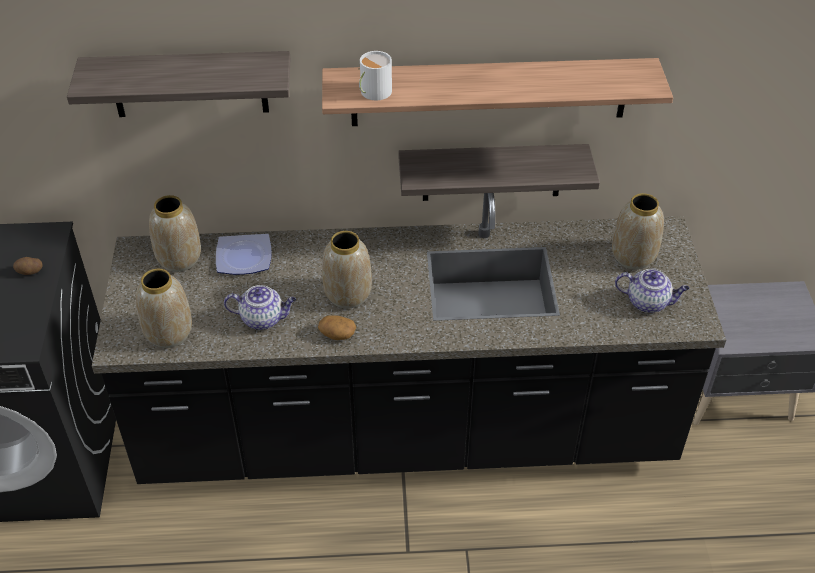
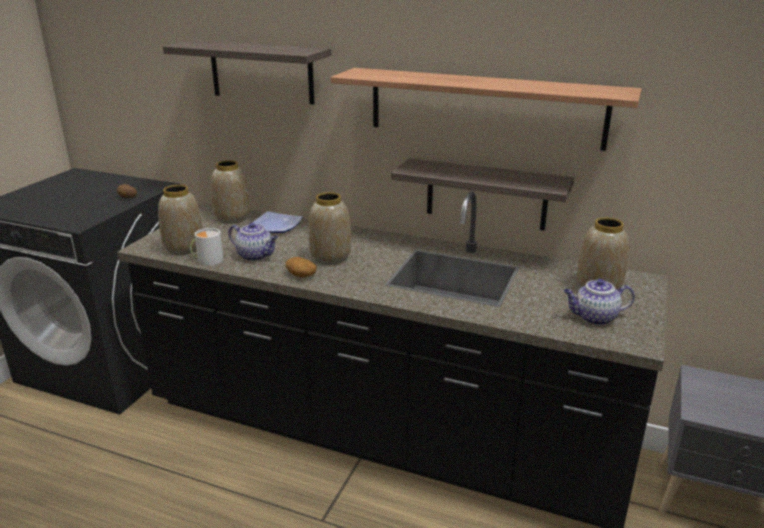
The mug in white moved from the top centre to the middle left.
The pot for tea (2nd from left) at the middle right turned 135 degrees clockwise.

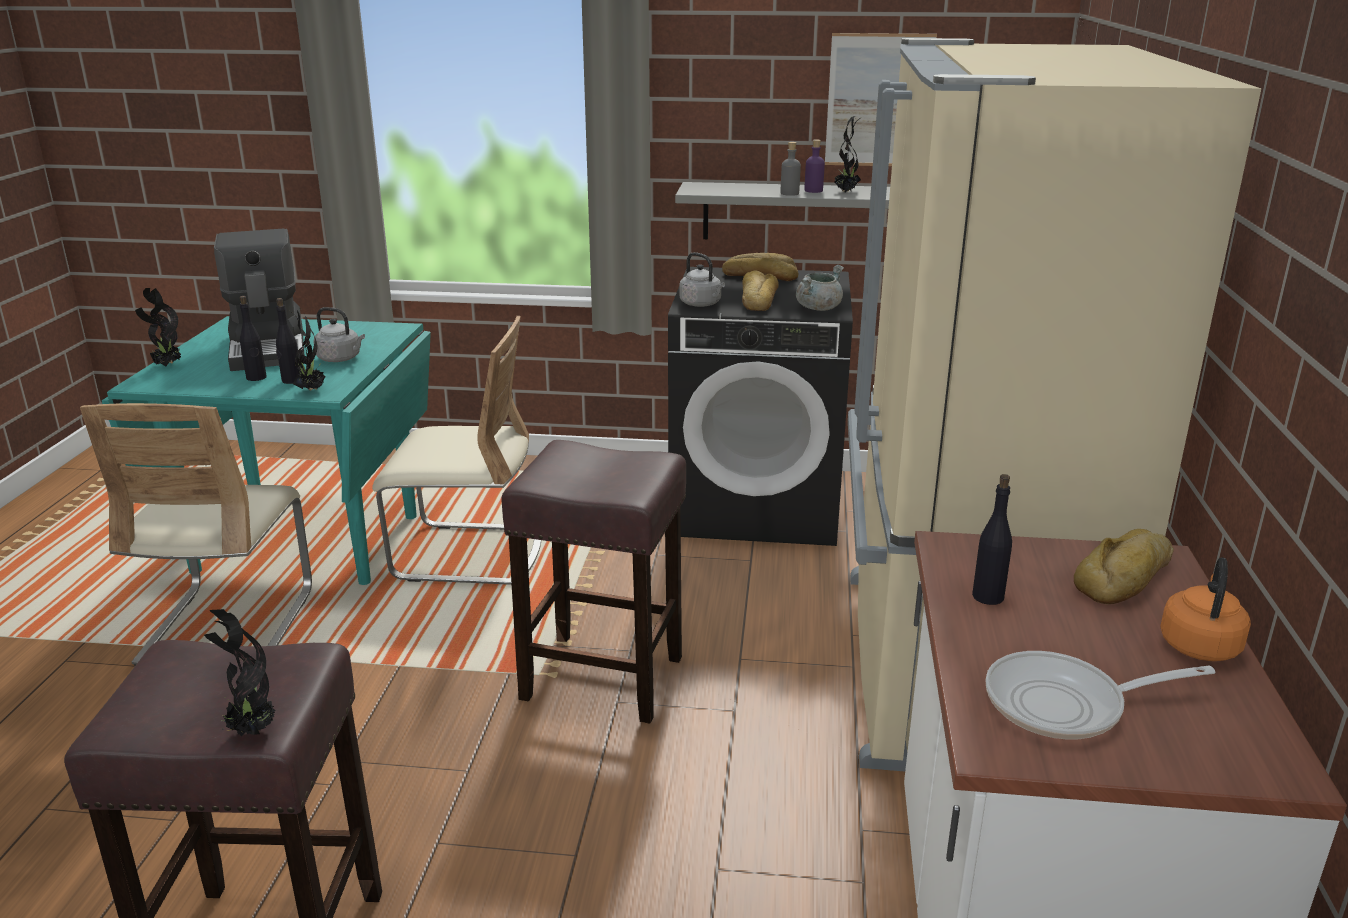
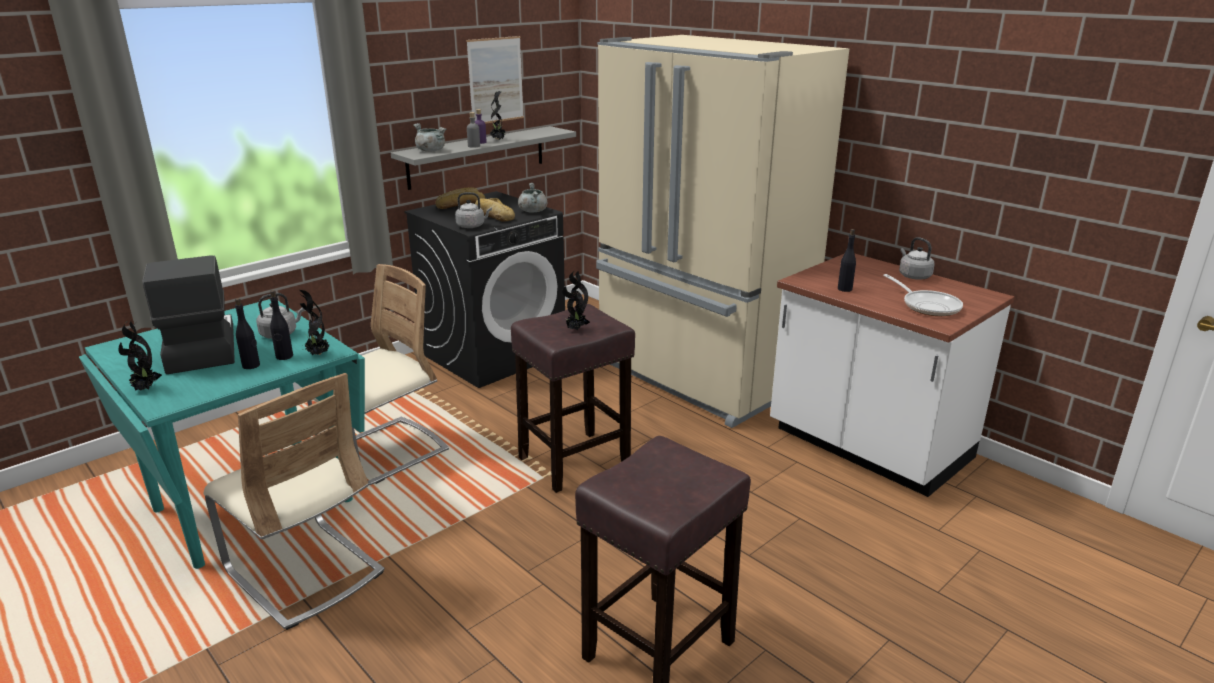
The coffee maker at the top left turned 135 degrees counterclockwise.
The bread (3rd from left) at the middle right disappeared.
The kettle in orange-coloured at the middle right became the kettle in grey (3rd from left) at the middle right.
The potted plant (2nd from left in the first image) moved from the bottom left to the centre.
The frying pan at the bottom right turned 60 degrees counterclockwise.
The stockpot in grey (1st from left) at the top centre appeared.

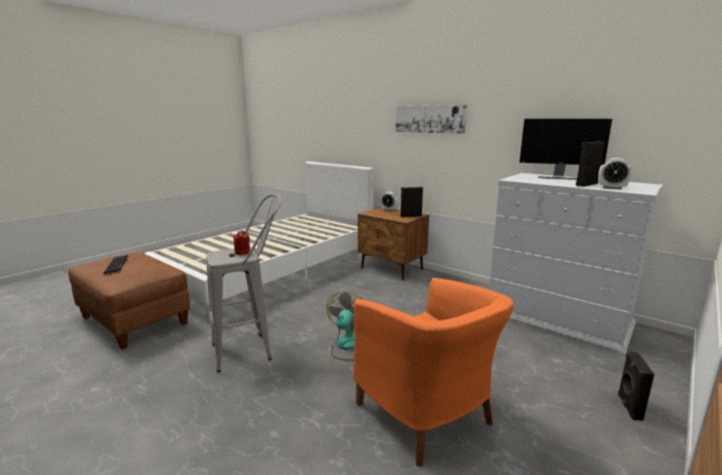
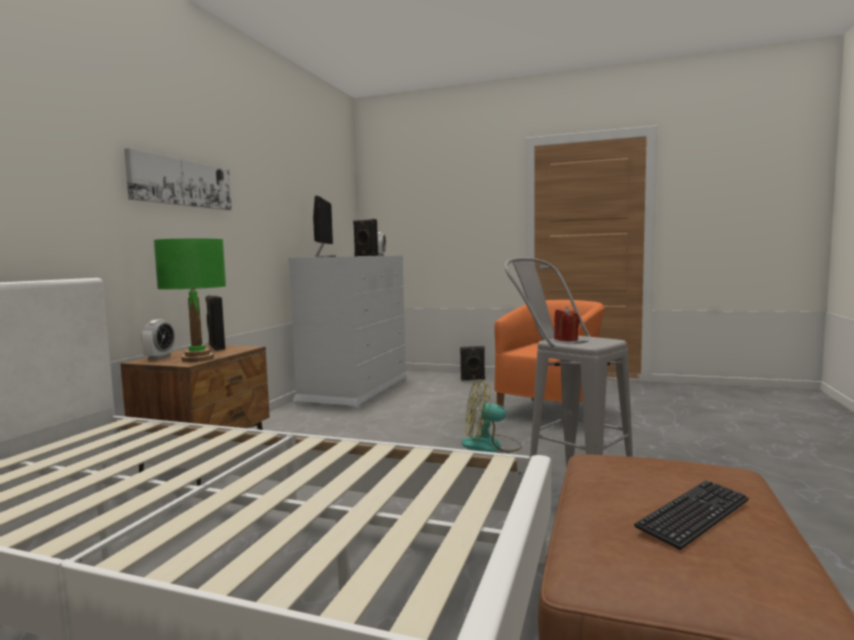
The tabletop lamp in green at the middle left appeared.

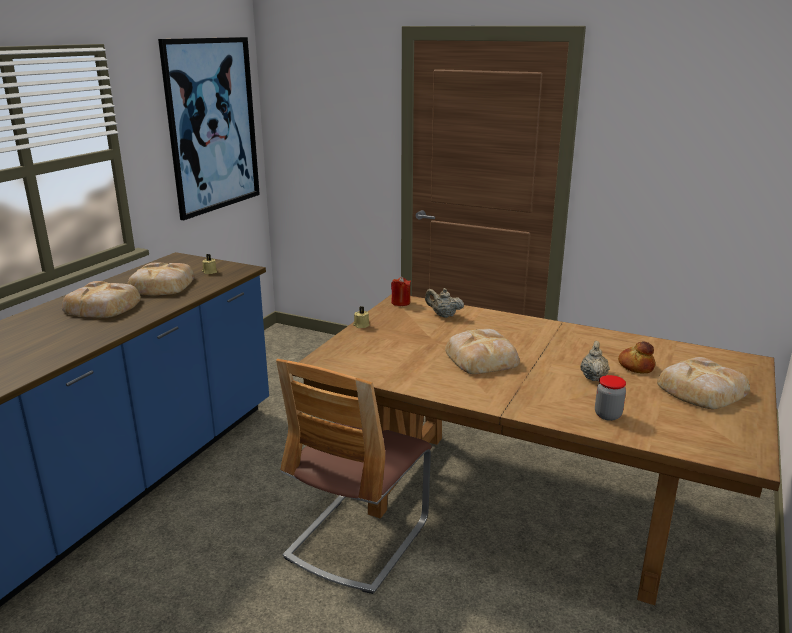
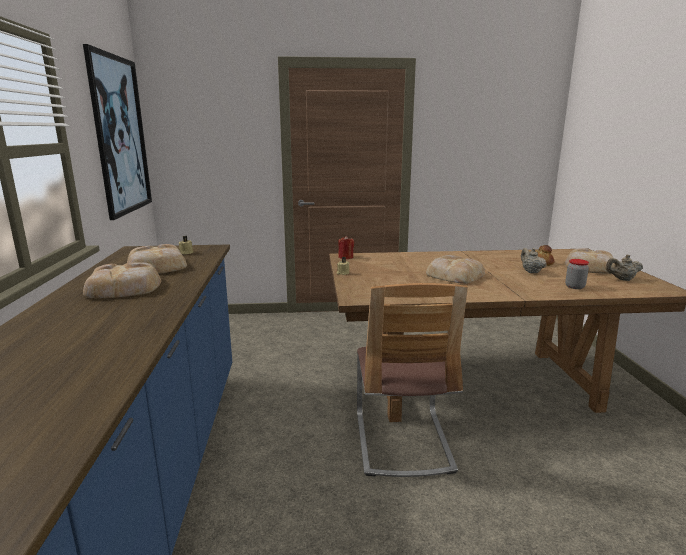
The pot for tea in sand-coloured (1st from left in the first image) moved from the centre to the middle right.

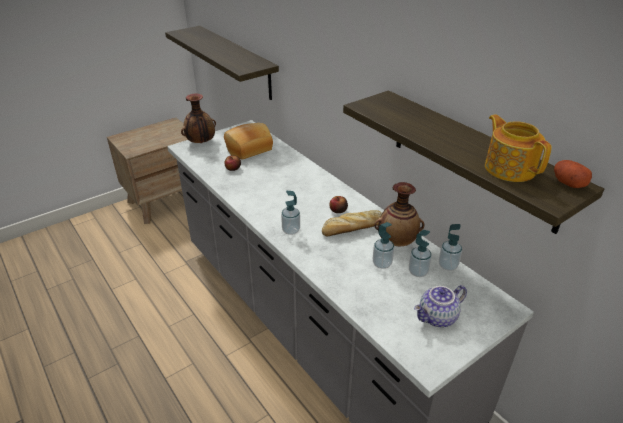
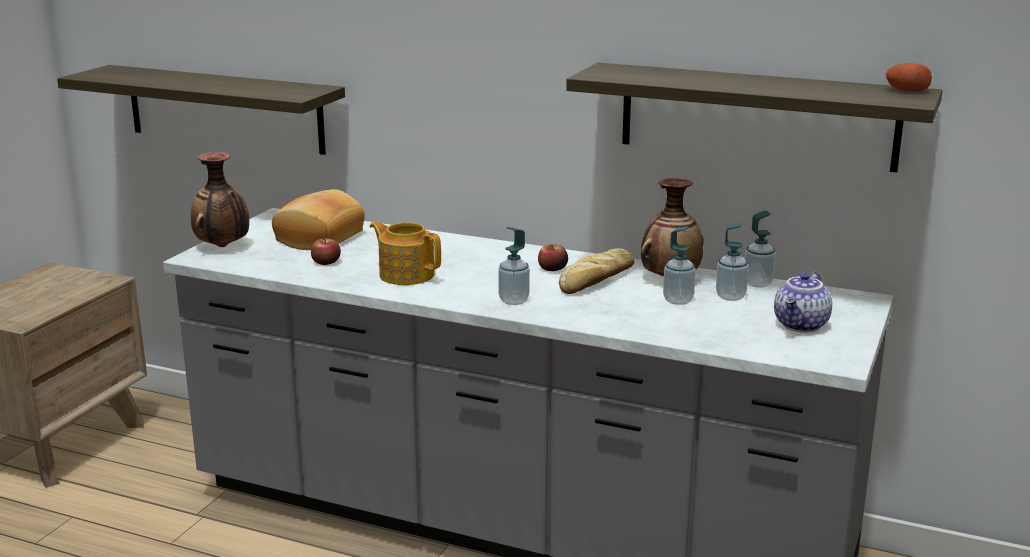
The pot for tea (2nd from left in the first image) moved from the middle right to the centre.

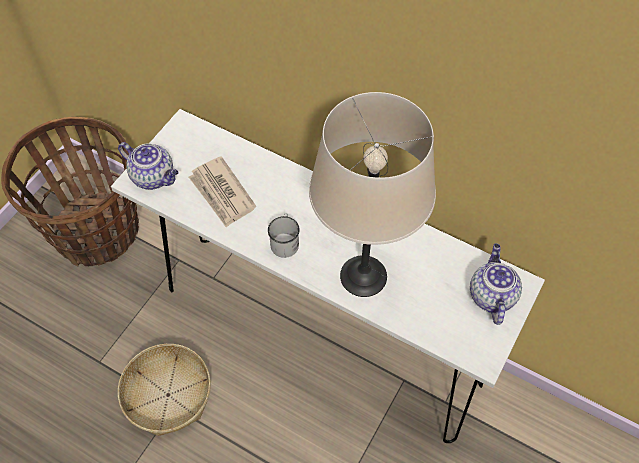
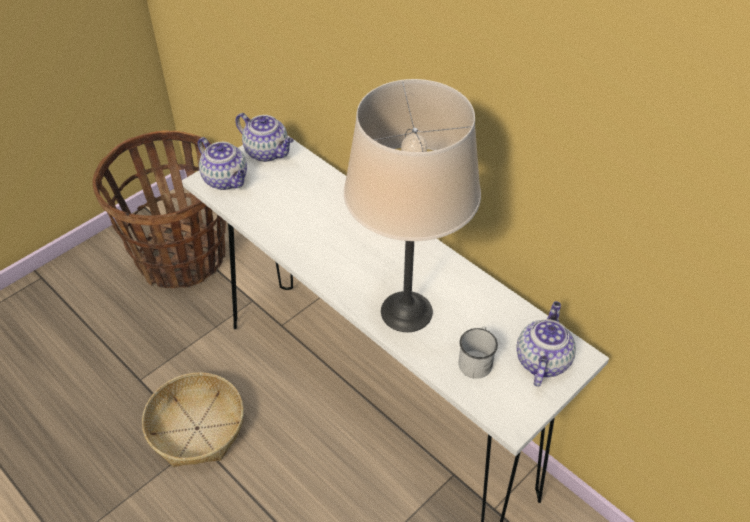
The daily paper at the centre disappeared.
The mug in white moved from the centre to the bottom centre.
The pot for tea (2nd from left) at the top centre appeared.

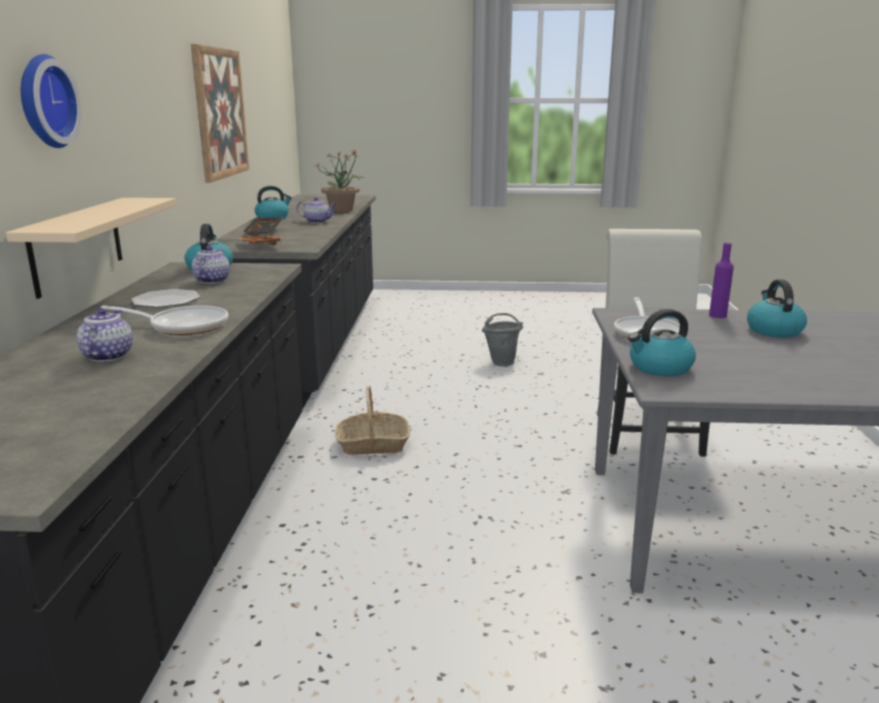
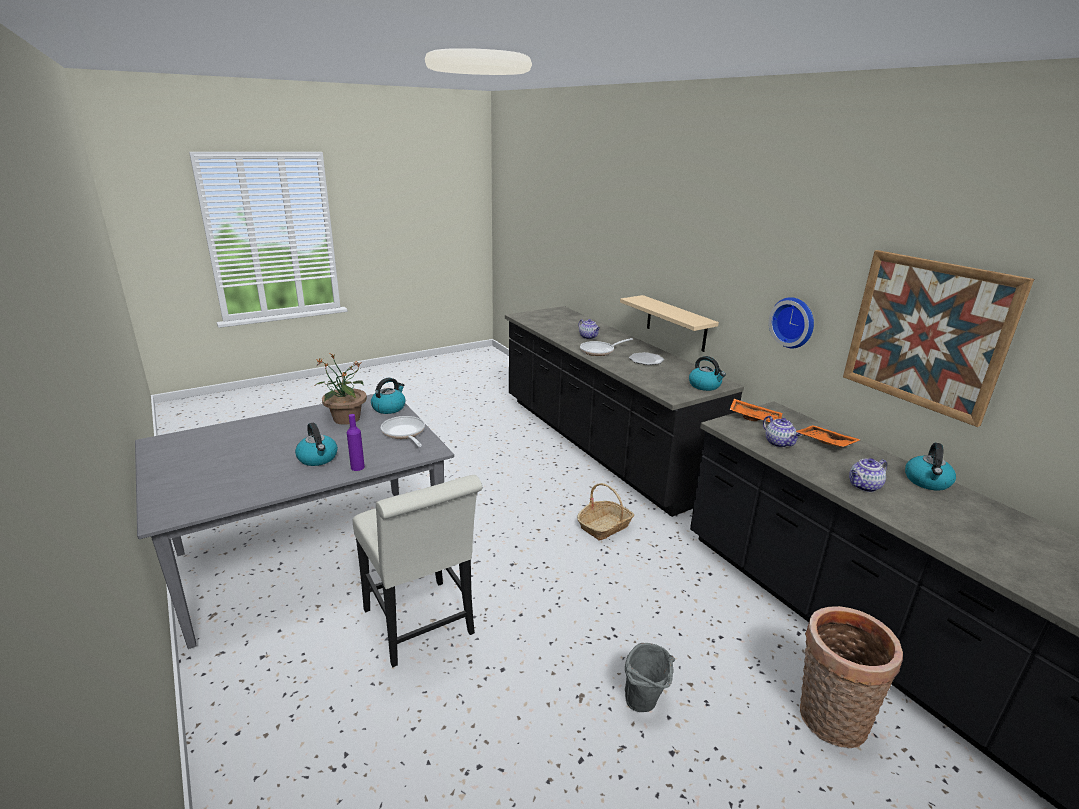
The wall clock moved from the top left to the middle right.
The potted plant moved from the top centre to the middle left.
The carrying tray in black-coloured at the top left became the carrying tray in orange-coloured (2nd from left) at the middle right.
The pot for tea (2nd from left) moved from the middle left to the middle right.
The basket (2nd from left) at the bottom right appeared.

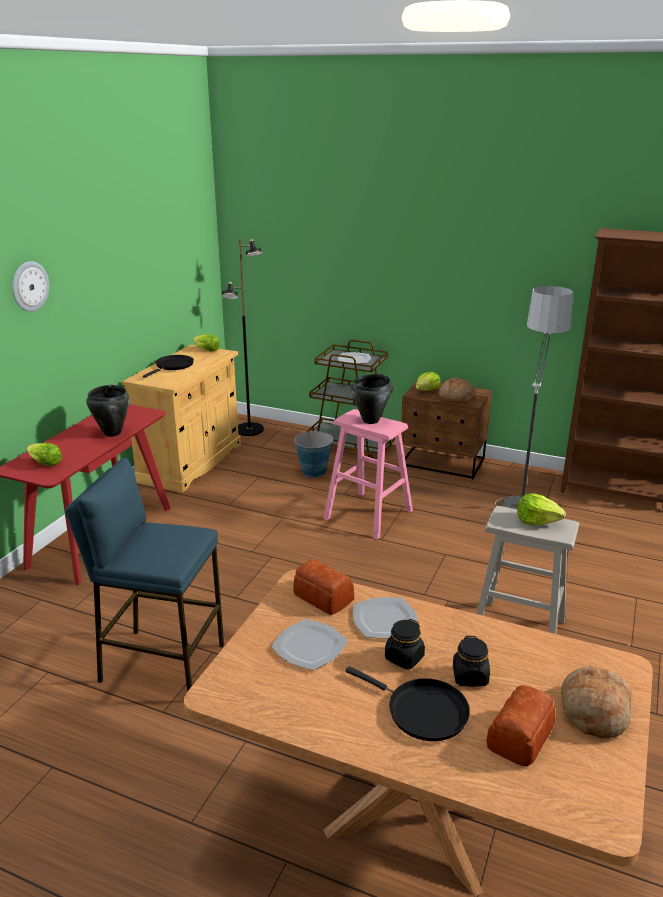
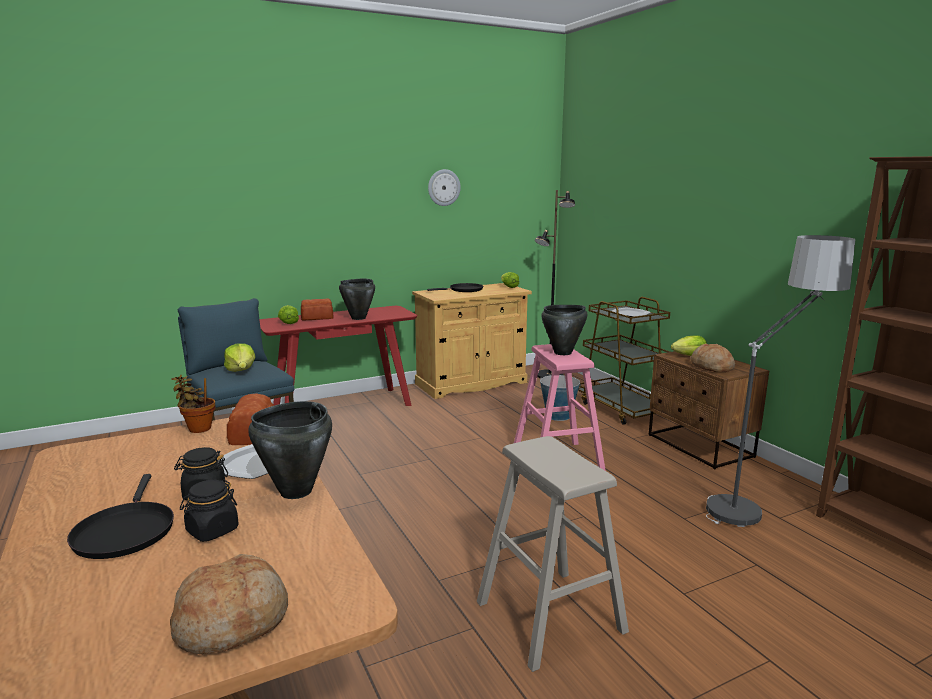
The wall clock moved from the top left to the top centre.
The lettuce (4th from left in the first image) moved from the middle right to the middle left.
The flat dish (1st from left) at the bottom centre disappeared.
The bread (3rd from left) moved from the bottom right to the centre.
The potted plant at the middle left appeared.
The stockpot in black-coloured (1st from left) at the middle left appeared.

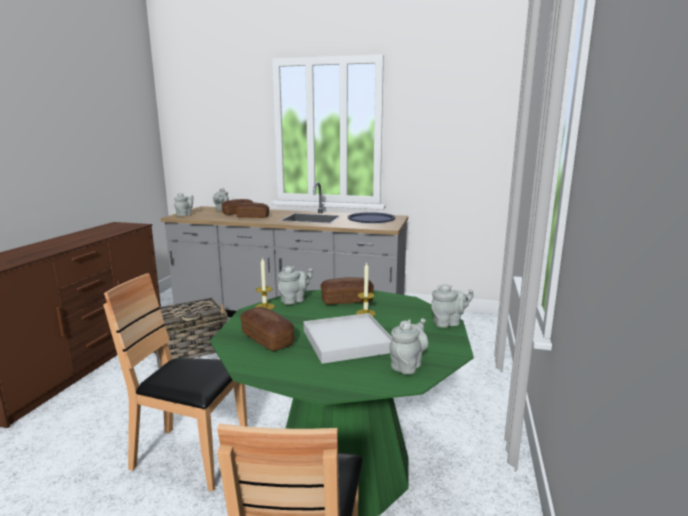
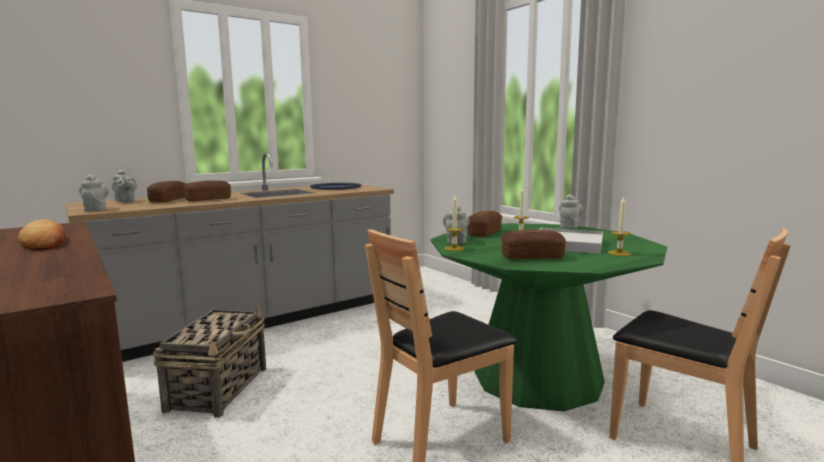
The pot for tea in grey (4th from left) at the bottom centre disappeared.
The wax candle (3rd from left) at the middle right appeared.
The bread (1st from left) at the middle left appeared.

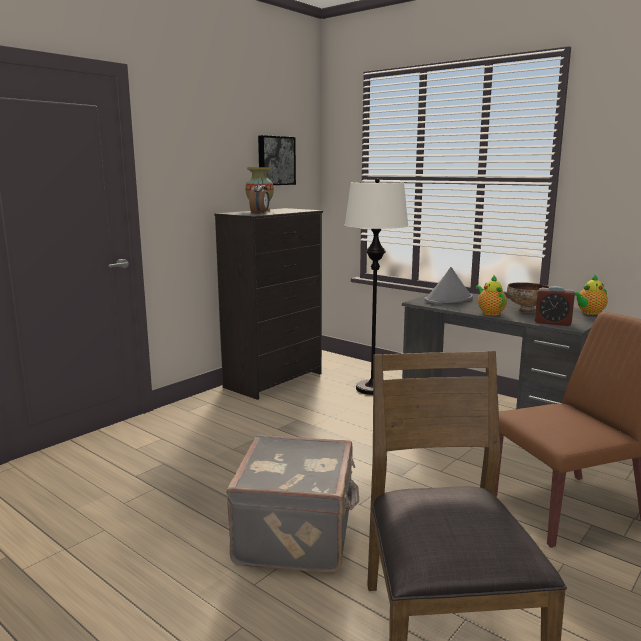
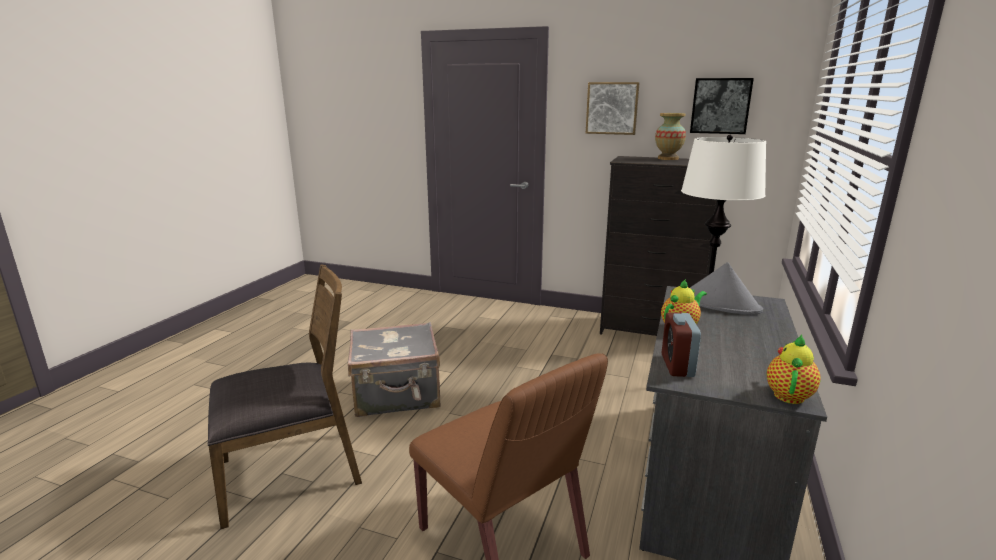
The bedside clock (1st from left) at the top centre disappeared.
The pot for tea (2nd from left) at the middle right turned 75 degrees clockwise.
The bowl at the middle right disappeared.
The wall picture (1st from left) at the top centre appeared.

